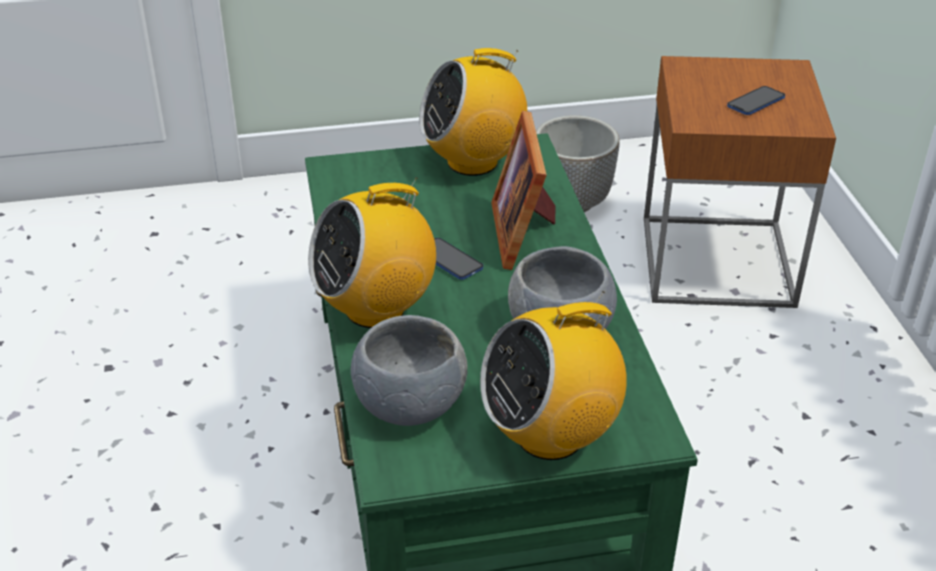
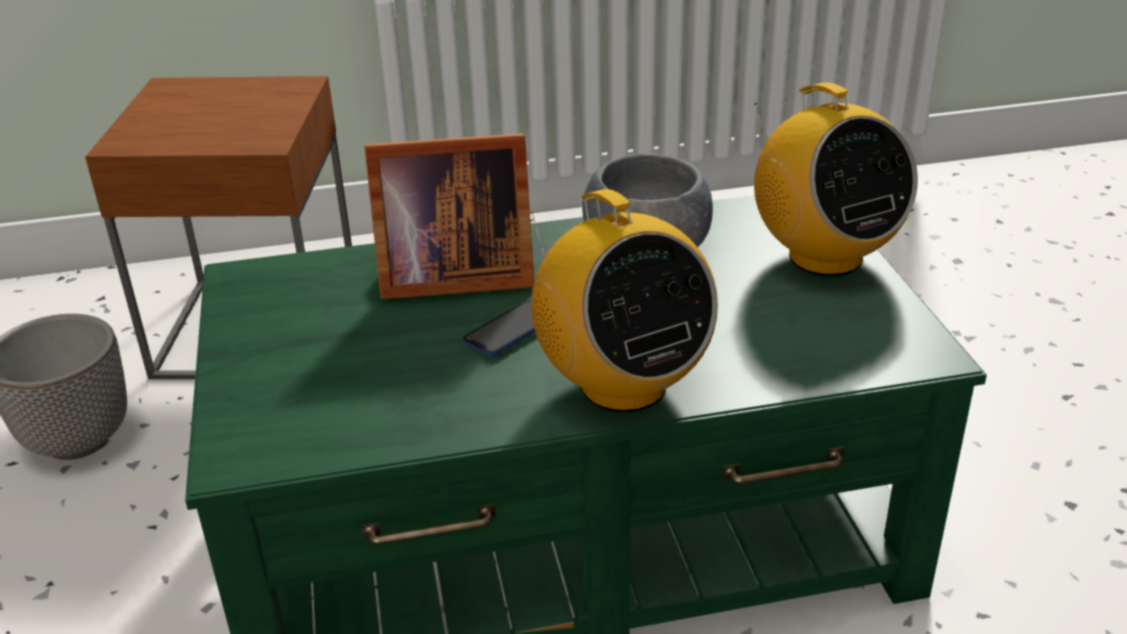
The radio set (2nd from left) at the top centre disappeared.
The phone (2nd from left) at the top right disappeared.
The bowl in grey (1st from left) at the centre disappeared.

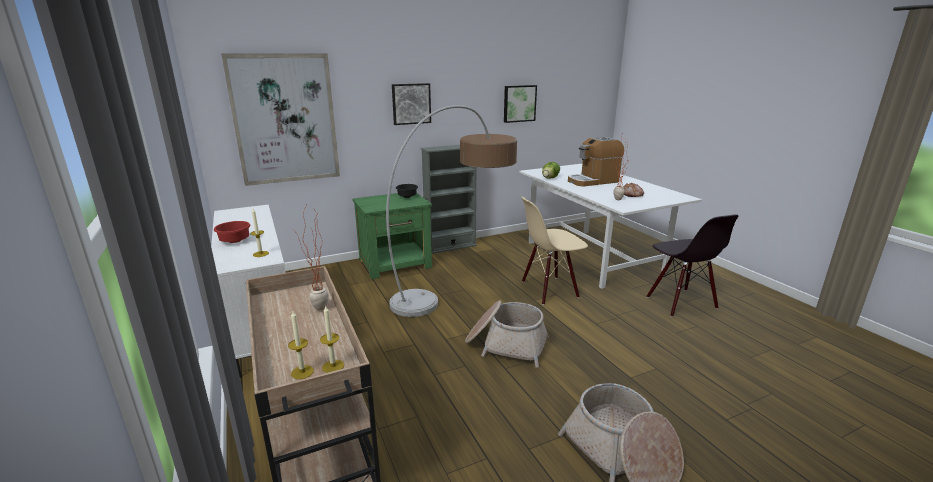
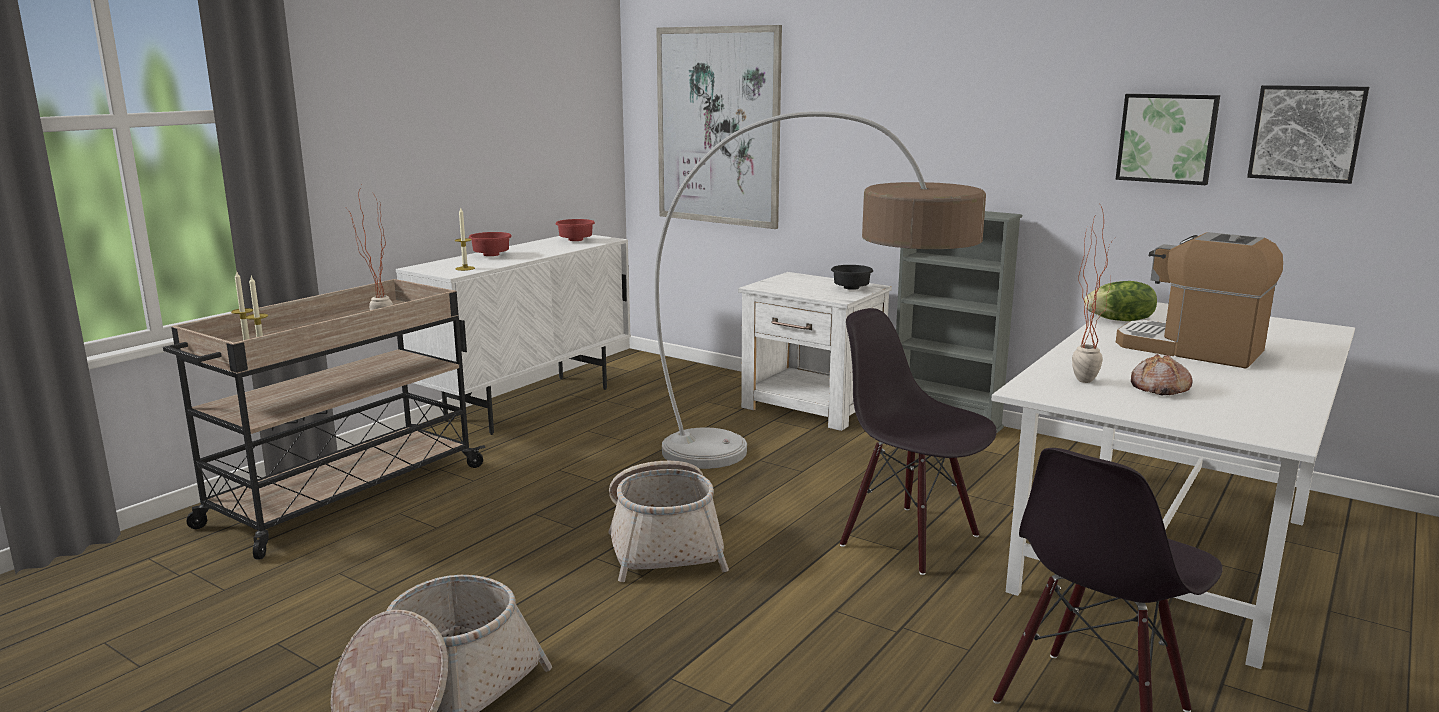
The wall picture (2nd from left in the first image) moved from the top centre to the top right.
The night table in green at the centre became the night table in white at the centre.
The chair in sand-coloured at the centre became the chair in black-coloured (1st from left) at the centre.
The bowl in red-coloured (2nd from left) at the top centre appeared.

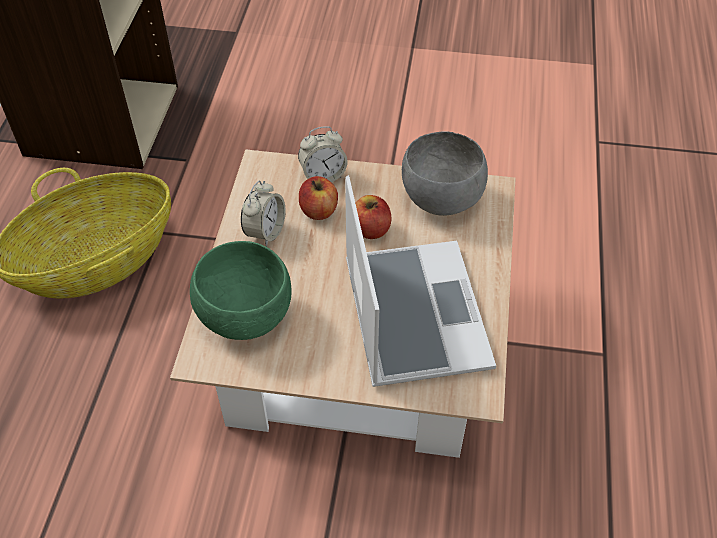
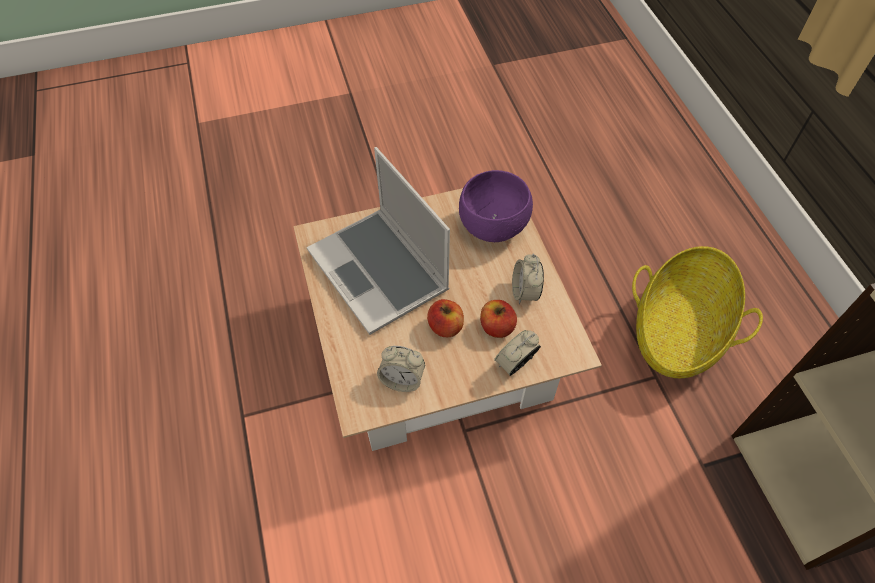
The bowl in grey at the top centre was replaced by the bedside clock (1st from left) at the centre.
The bowl in green at the centre became the bowl in purple at the centre.

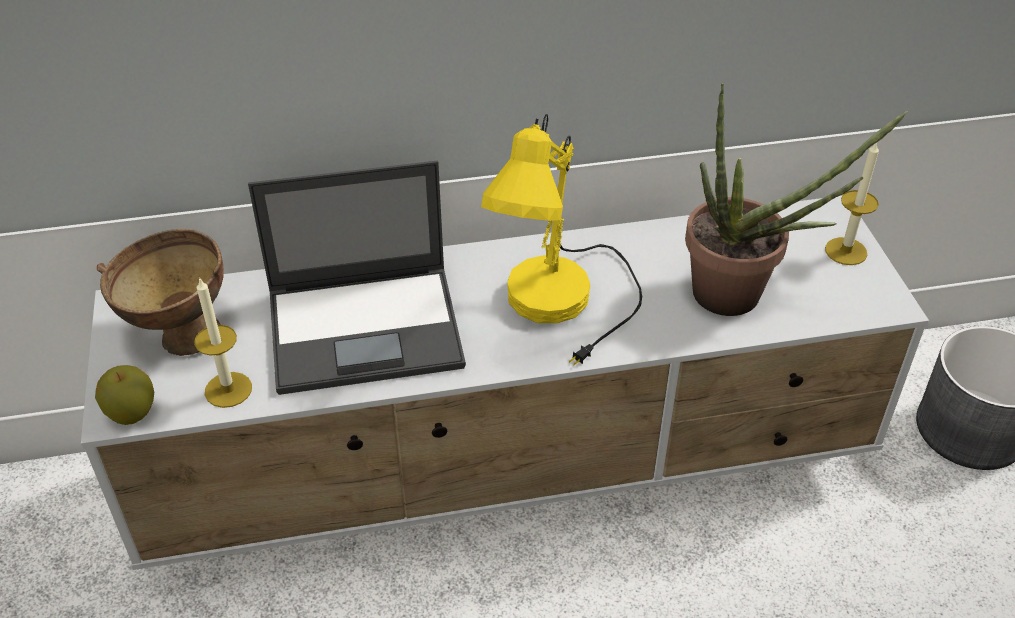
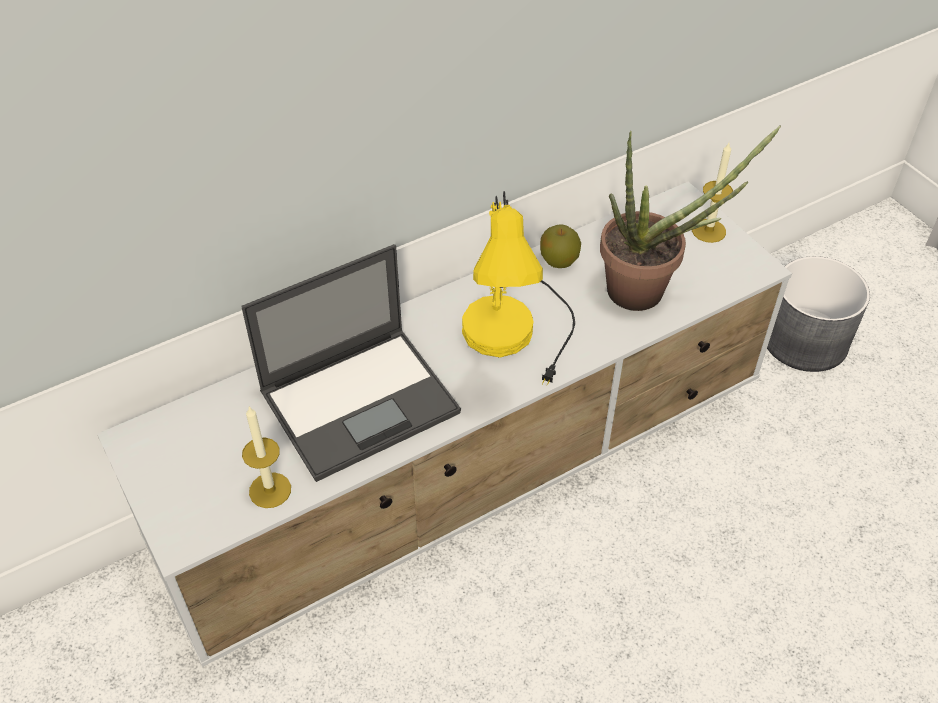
The bowl in brownish at the middle left disappeared.
The apple moved from the middle left to the centre.

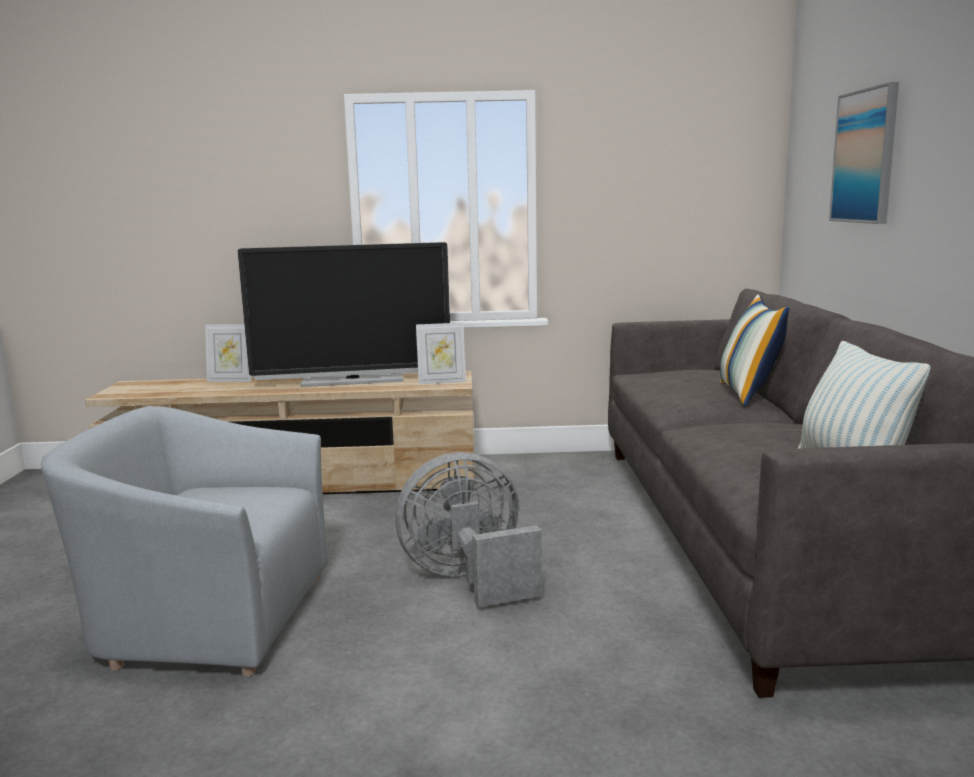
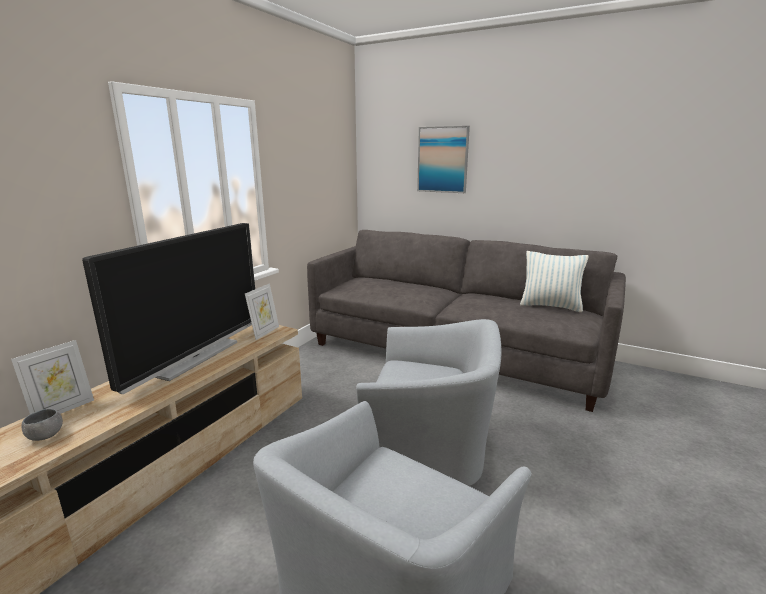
The cushion (1st from left) at the middle right disappeared.
The cooling fan in grey at the bottom centre was replaced by the lounge chair in grey (2nd from left) at the bottom centre.
The bowl in grey at the bottom left appeared.

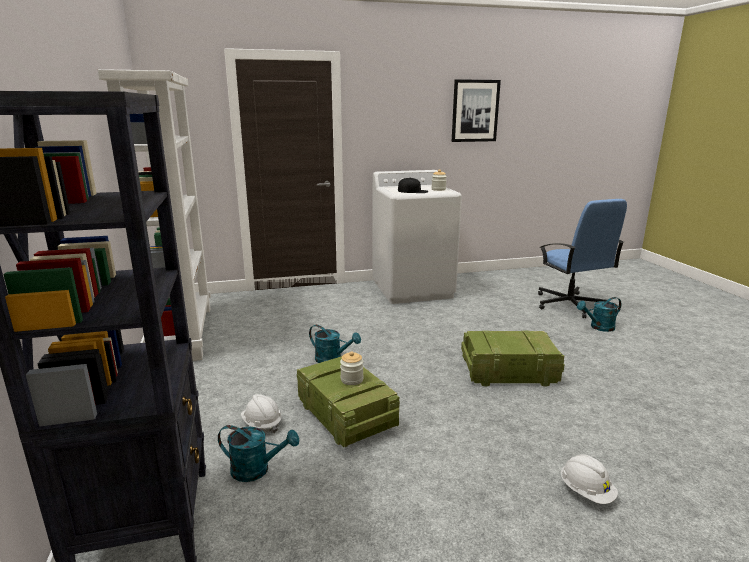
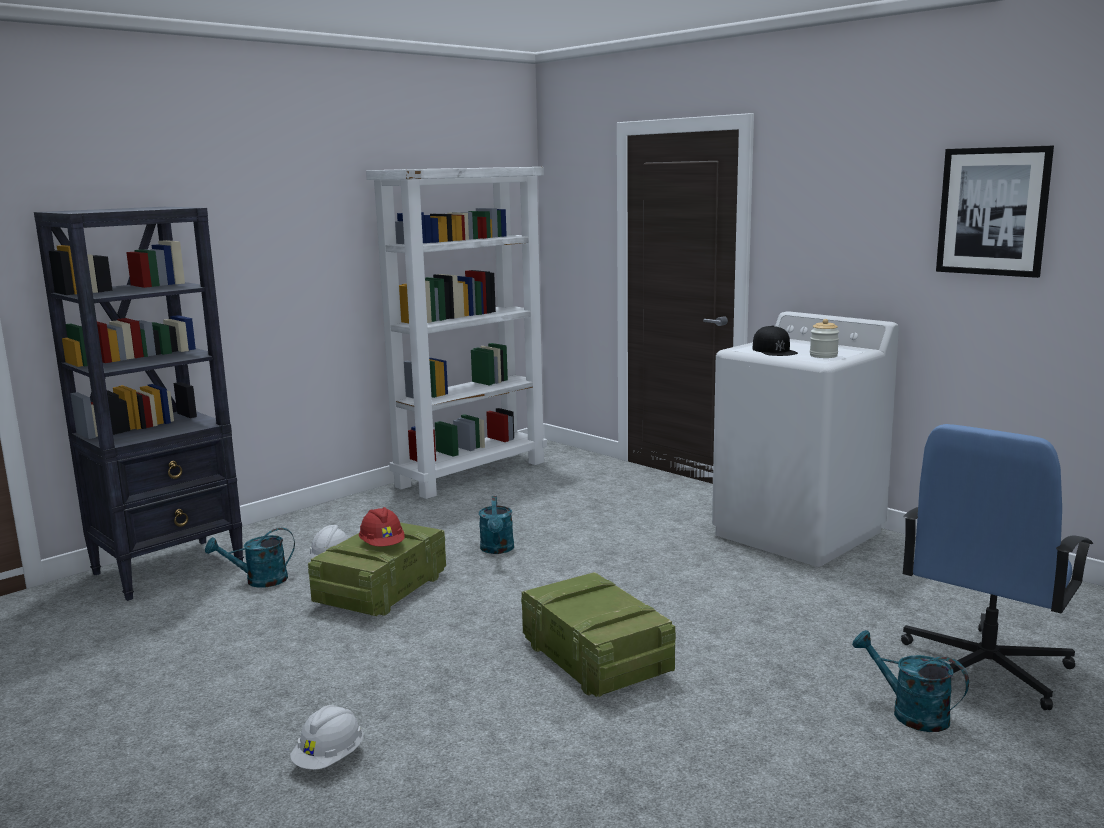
The storage jar (1st from left) at the centre was replaced by the safety helmet in red-coloured at the centre.
The watering pot in turquoise-coloured (1st from left) at the bottom centre turned 90 degrees clockwise.

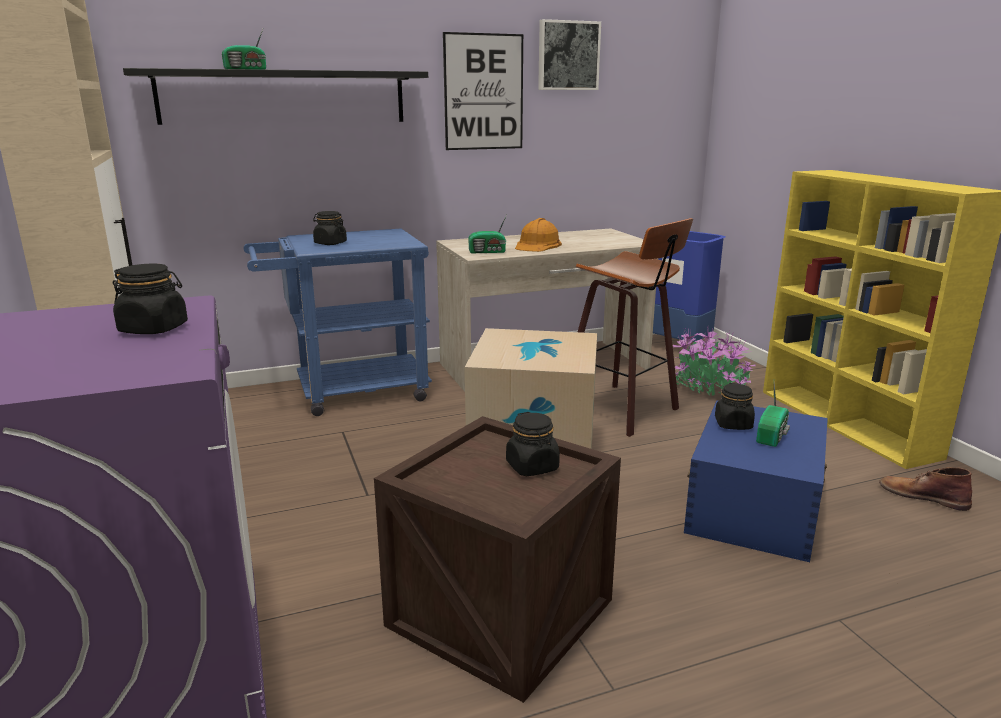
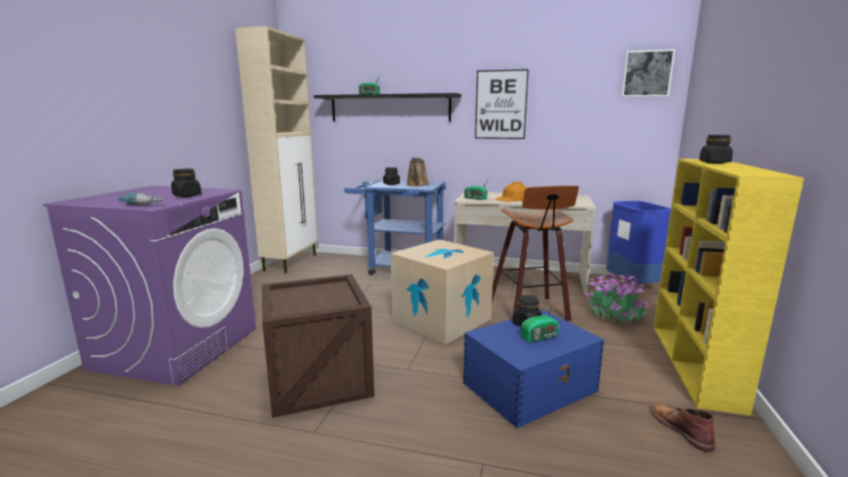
The wall picture (2nd from left) moved from the top centre to the top right.
The storage jar in black-coloured (3rd from left in the first image) moved from the centre to the top right.
The watering pot in brownish at the centre appeared.
The drill at the middle left appeared.

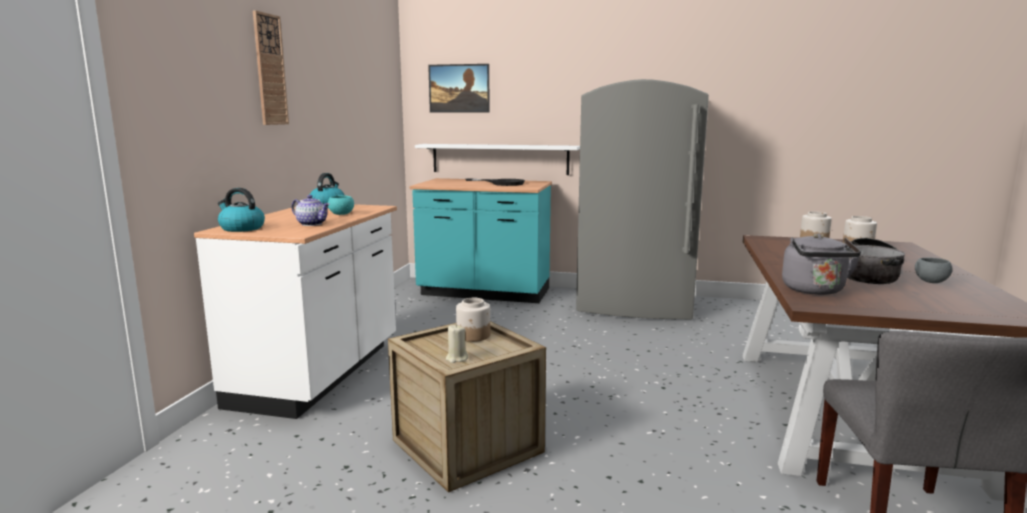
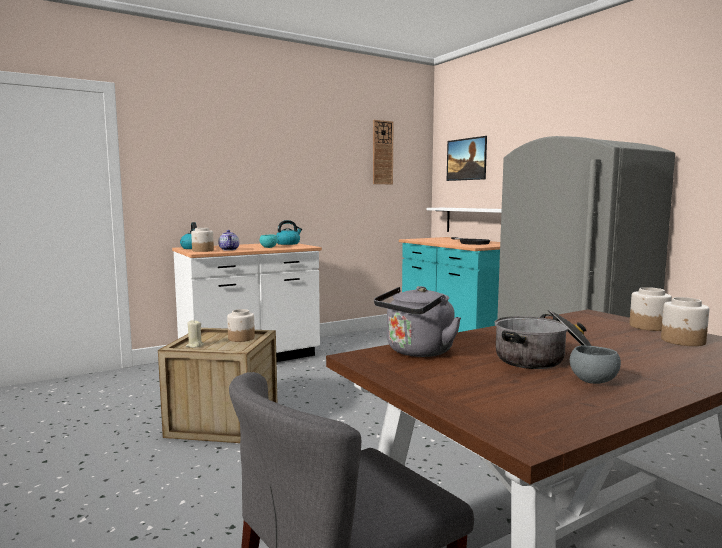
The wall clock moved from the top left to the top centre.
The storage jar (1st from left) at the middle left appeared.

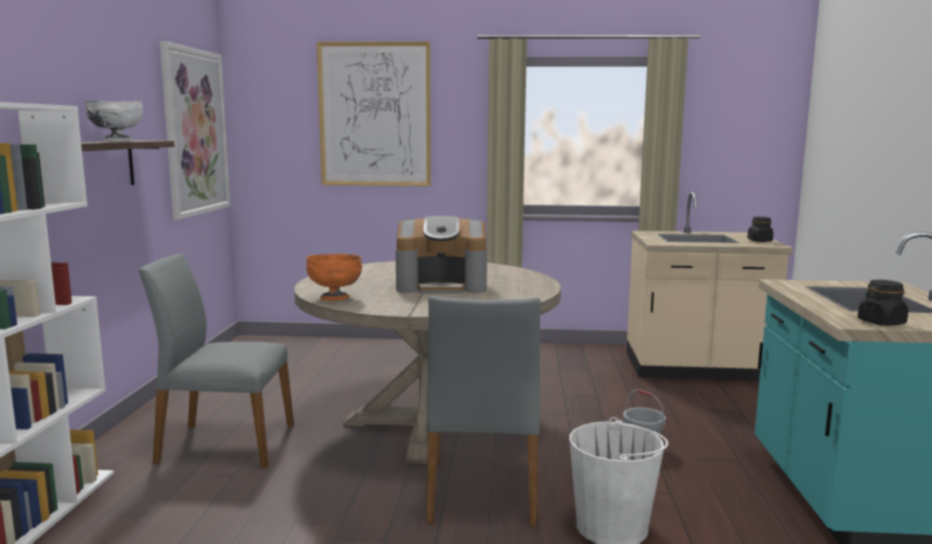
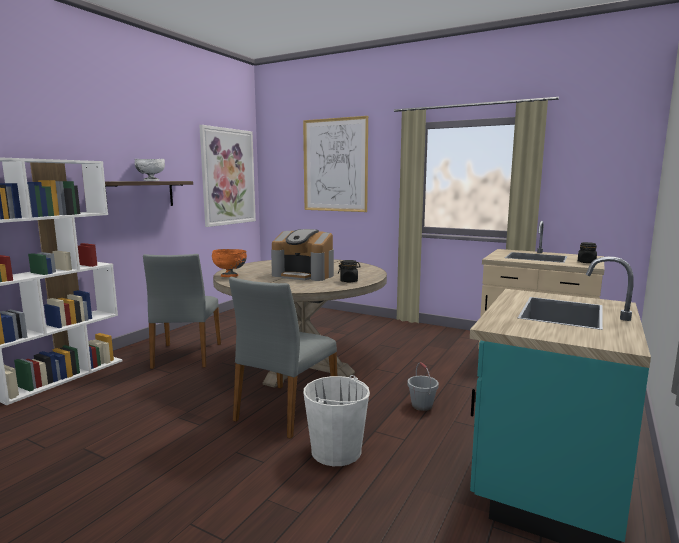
The chair in grey (1st from left) at the middle left turned 120 degrees counterclockwise.
The storage jar in black-coloured (2nd from left in the first image) moved from the middle right to the centre.

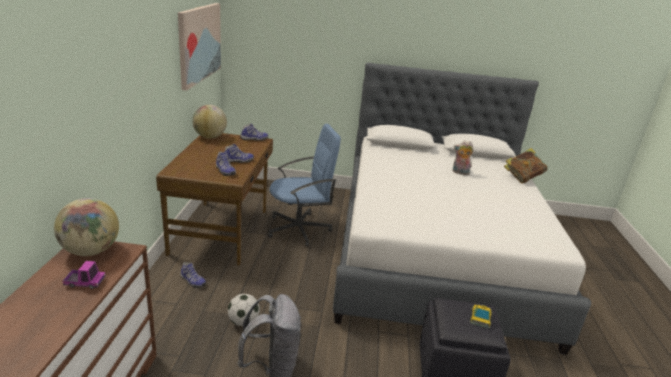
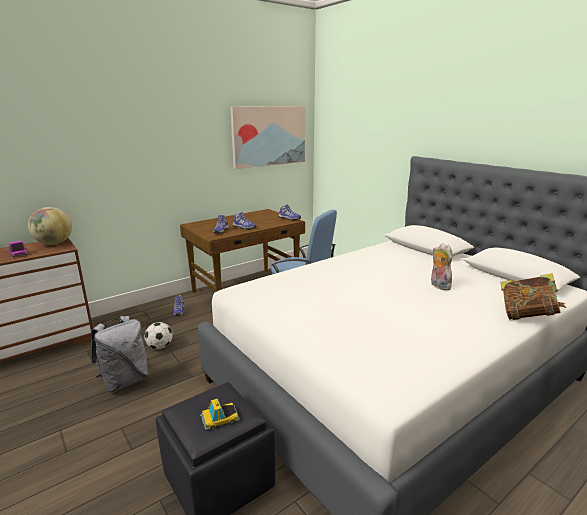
The globe (2nd from left) at the top left disappeared.

